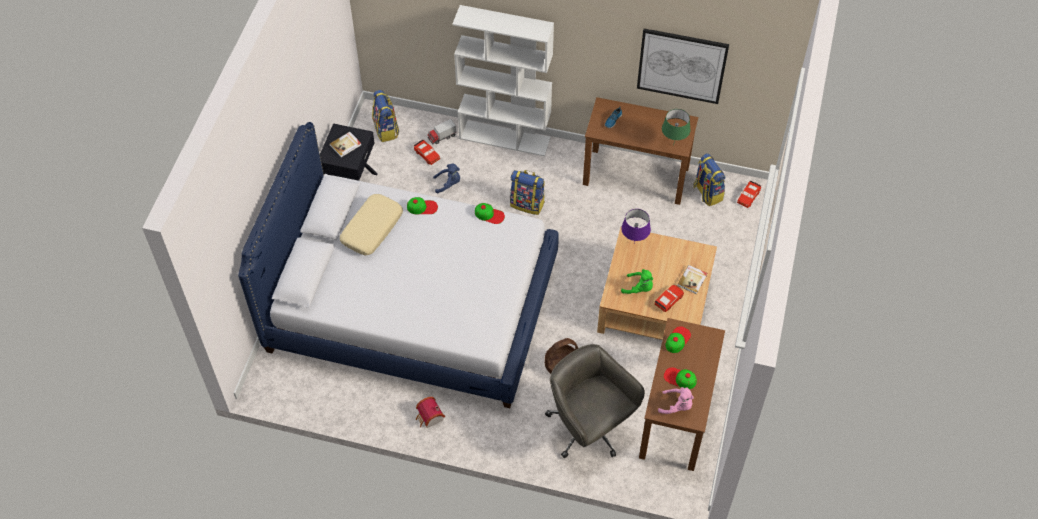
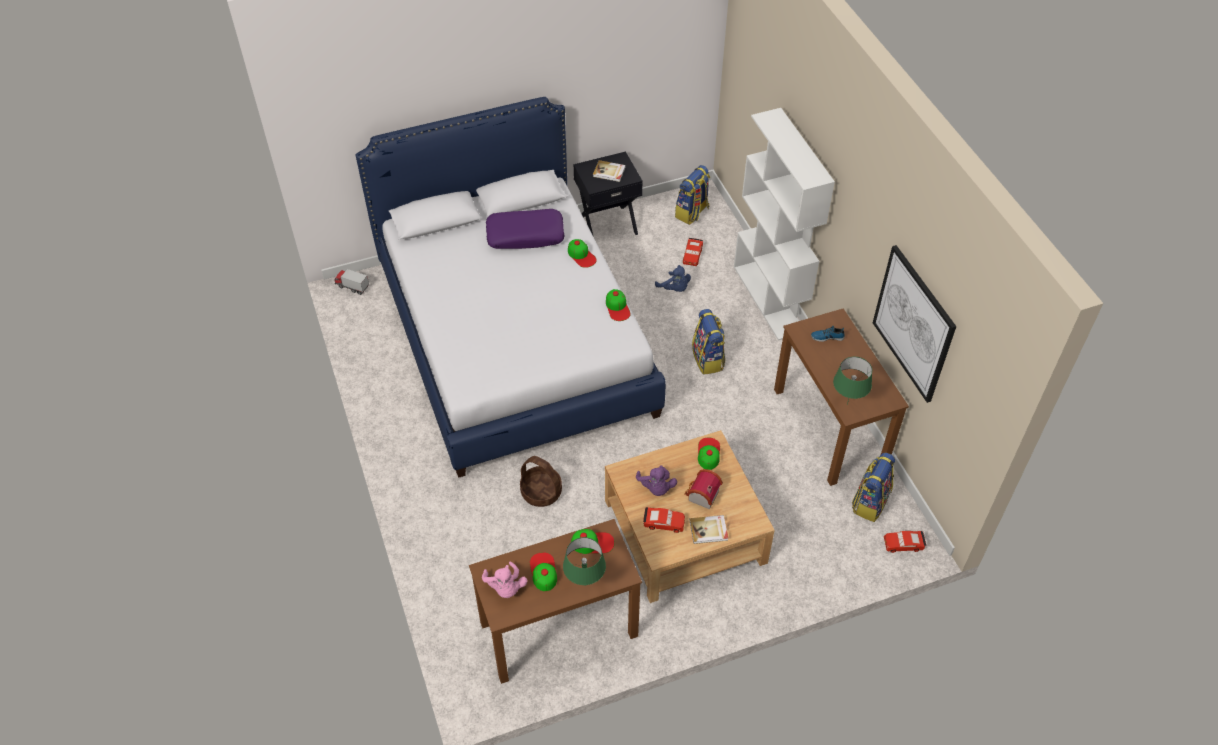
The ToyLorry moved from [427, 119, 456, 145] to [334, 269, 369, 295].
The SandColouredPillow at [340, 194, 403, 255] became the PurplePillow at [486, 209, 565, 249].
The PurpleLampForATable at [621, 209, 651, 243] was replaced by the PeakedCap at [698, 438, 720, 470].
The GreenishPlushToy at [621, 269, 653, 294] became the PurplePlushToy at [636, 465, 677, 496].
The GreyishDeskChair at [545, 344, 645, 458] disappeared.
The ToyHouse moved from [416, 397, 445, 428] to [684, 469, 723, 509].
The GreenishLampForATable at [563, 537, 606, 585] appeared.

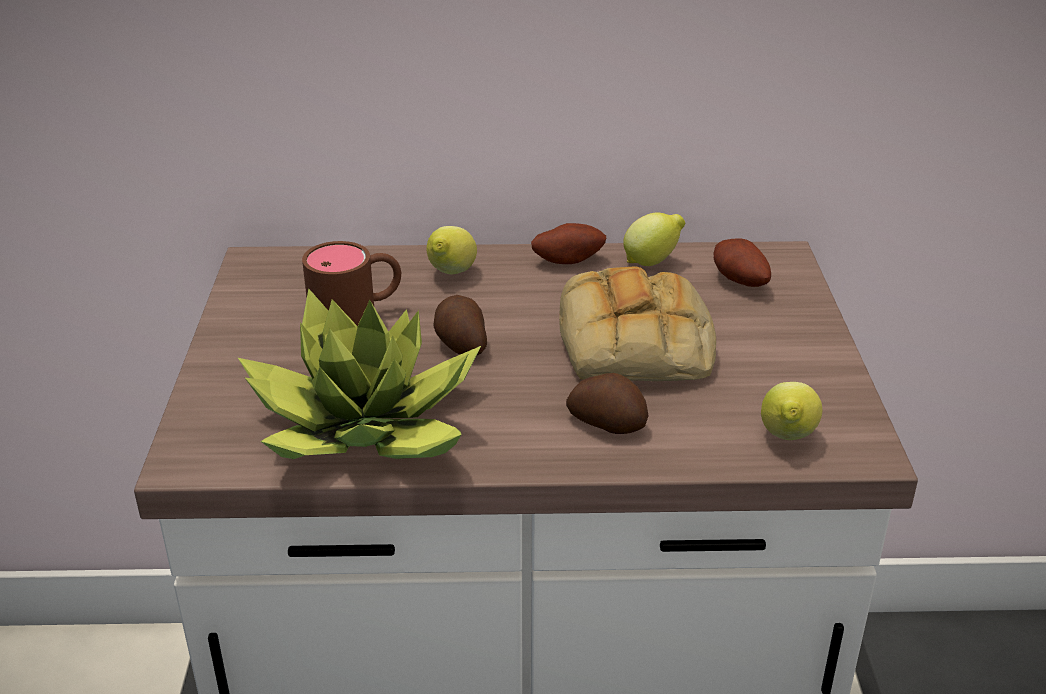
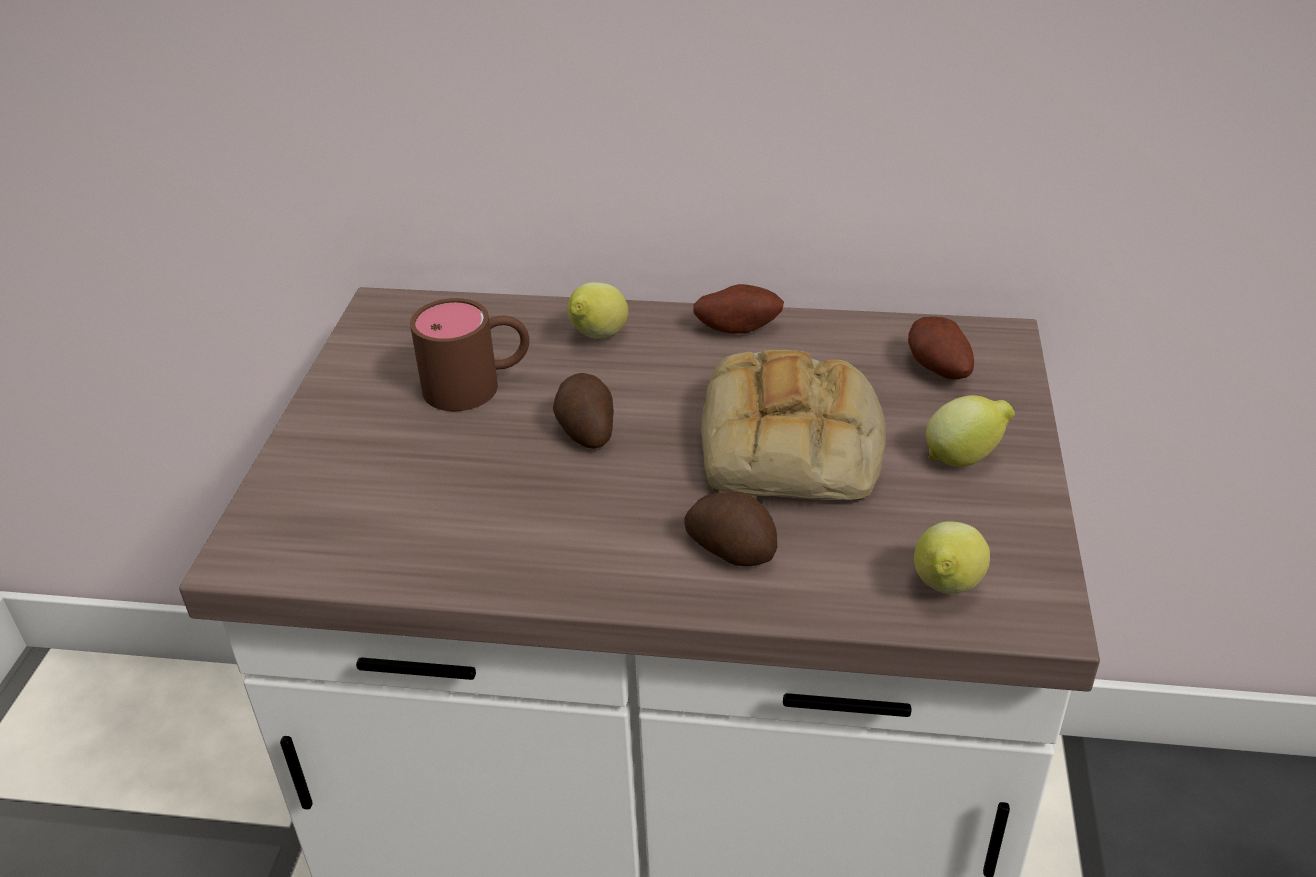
The CitrusFruit moved from [623, 213, 685, 266] to [926, 395, 1015, 467].
The PlantInAPot at [238, 288, 481, 459] disappeared.

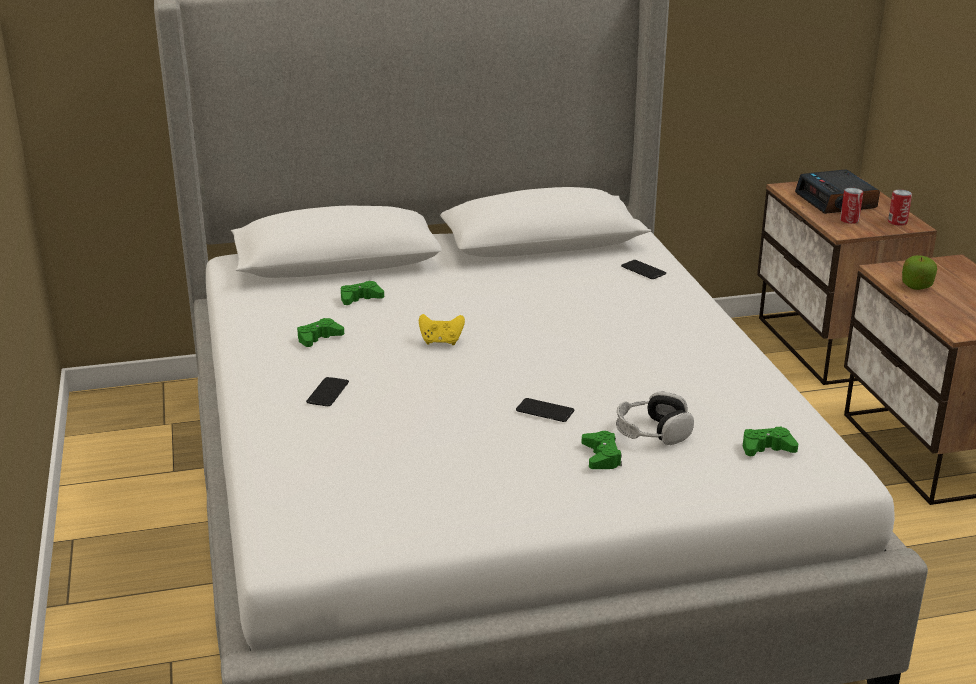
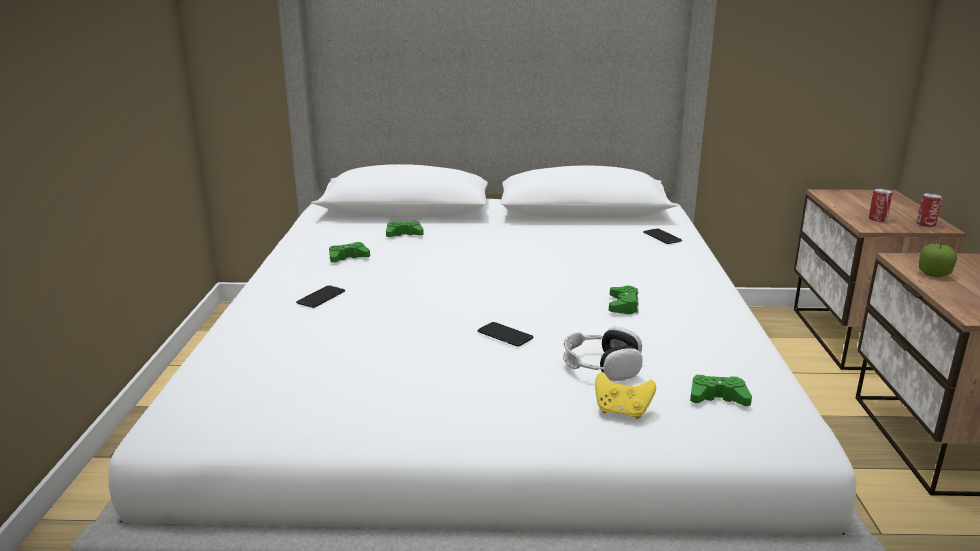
The TableClock at [795, 170, 880, 214] disappeared.
The YellowGamepad moved from [419, 314, 465, 345] to [595, 372, 656, 419].
The GreenishGamepad moved from [582, 431, 622, 469] to [609, 286, 639, 314].

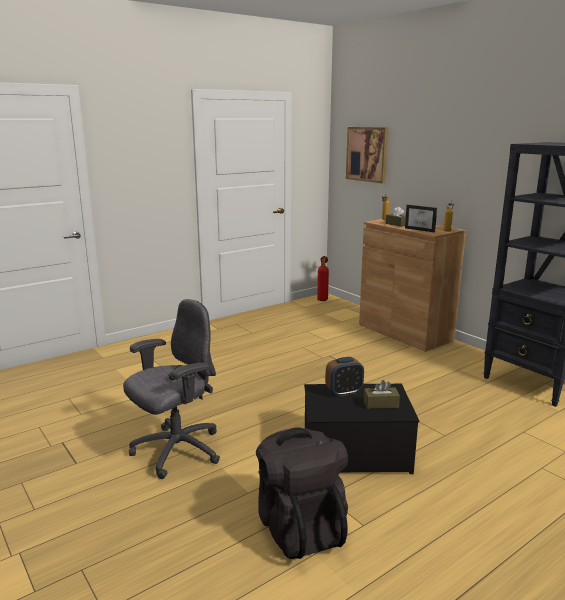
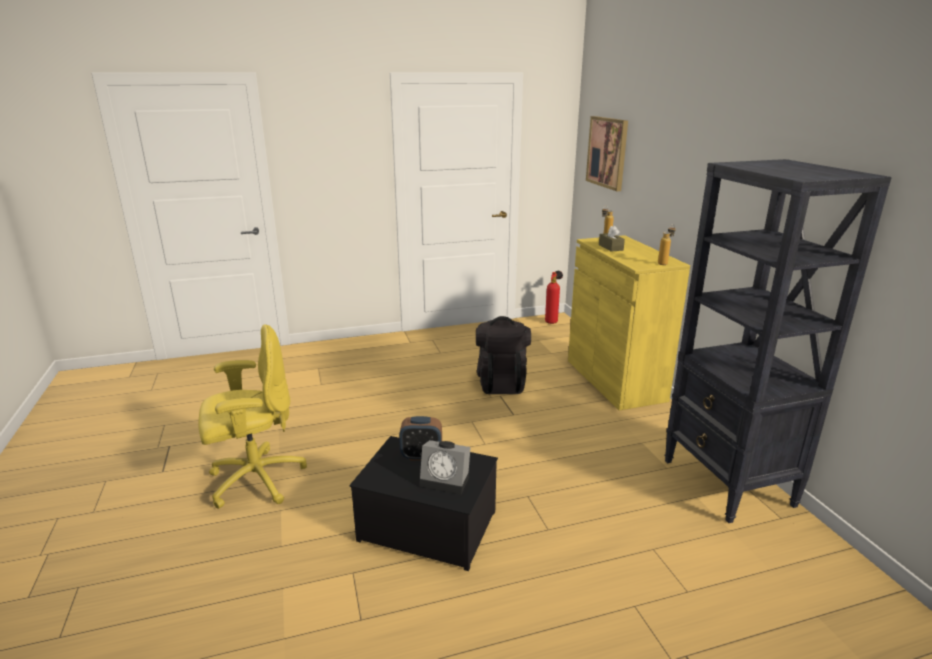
The PictureFrame at [405, 205, 437, 232] disappeared.
The BrownColouredCabinet at [359, 219, 466, 352] became the YellowCabinet at [568, 235, 690, 410].
The GreyishDeskChair at [123, 299, 220, 479] became the YellowDeskChair at [198, 324, 307, 509].
The BrownColouredBoxOfTissues at [364, 380, 400, 409] was replaced by the TableClock at [419, 440, 471, 495].
The BlackColouredKnapsack moved from [256, 427, 348, 559] to [476, 316, 531, 394].

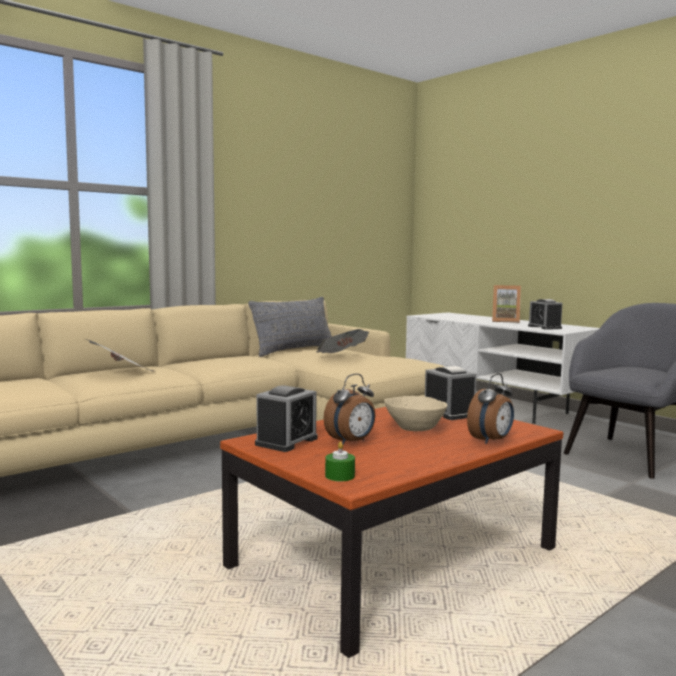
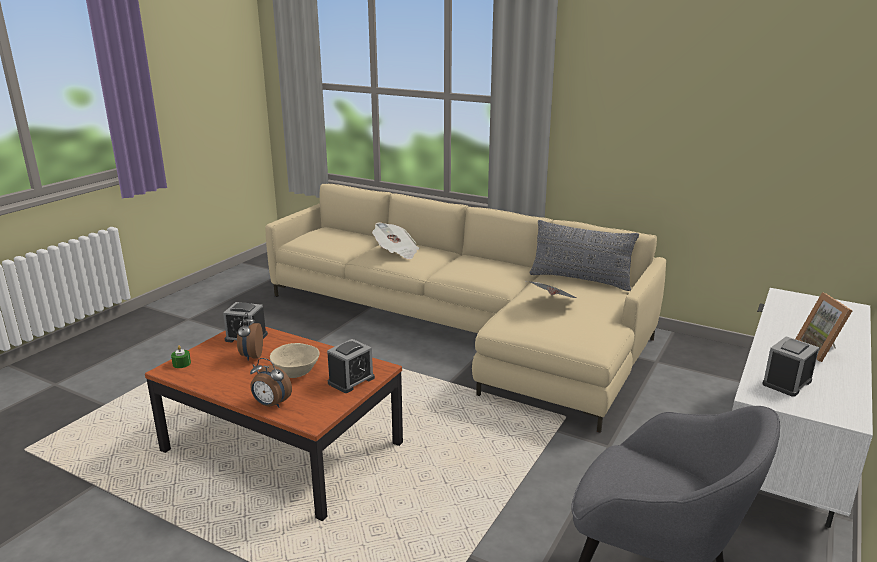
The TableClock at [324, 374, 375, 444] turned 60 degrees clockwise.

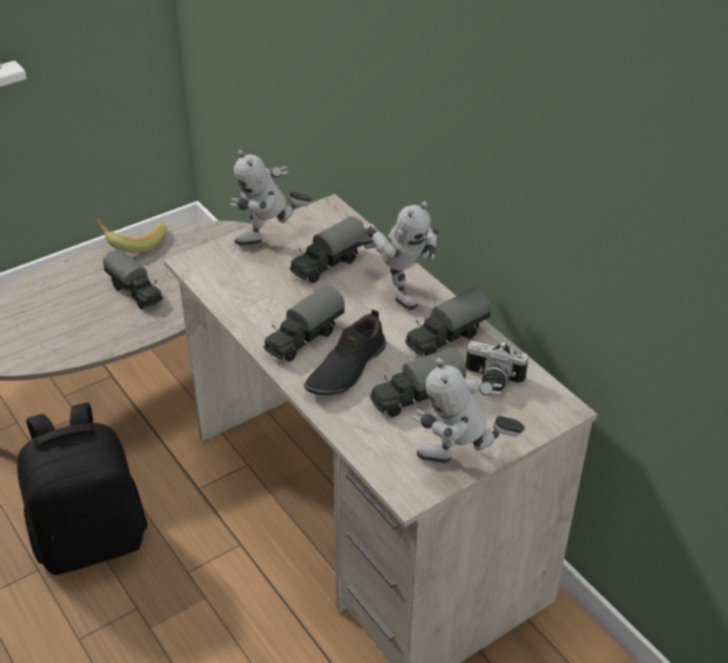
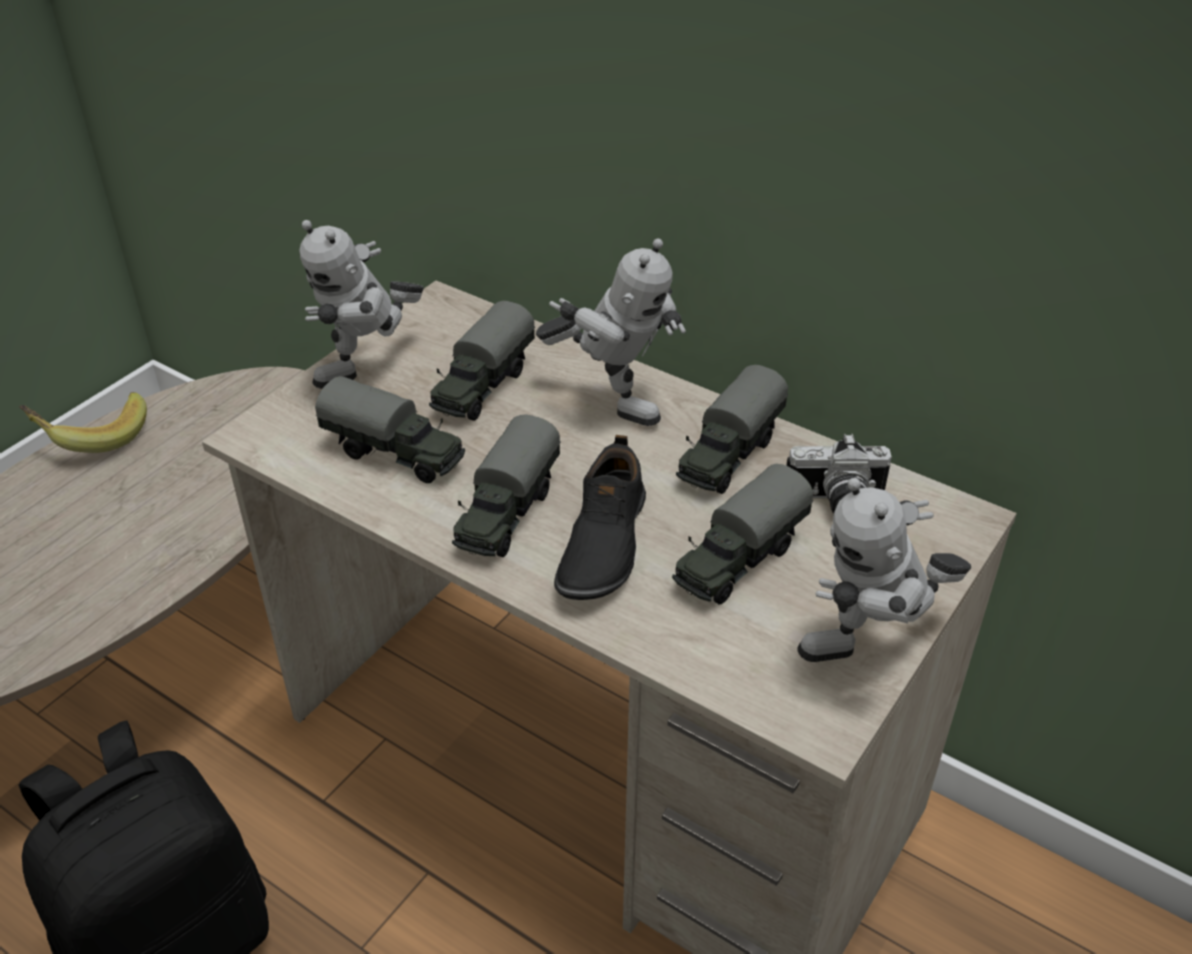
The ToyLorry moved from [103, 249, 163, 310] to [315, 376, 465, 483].

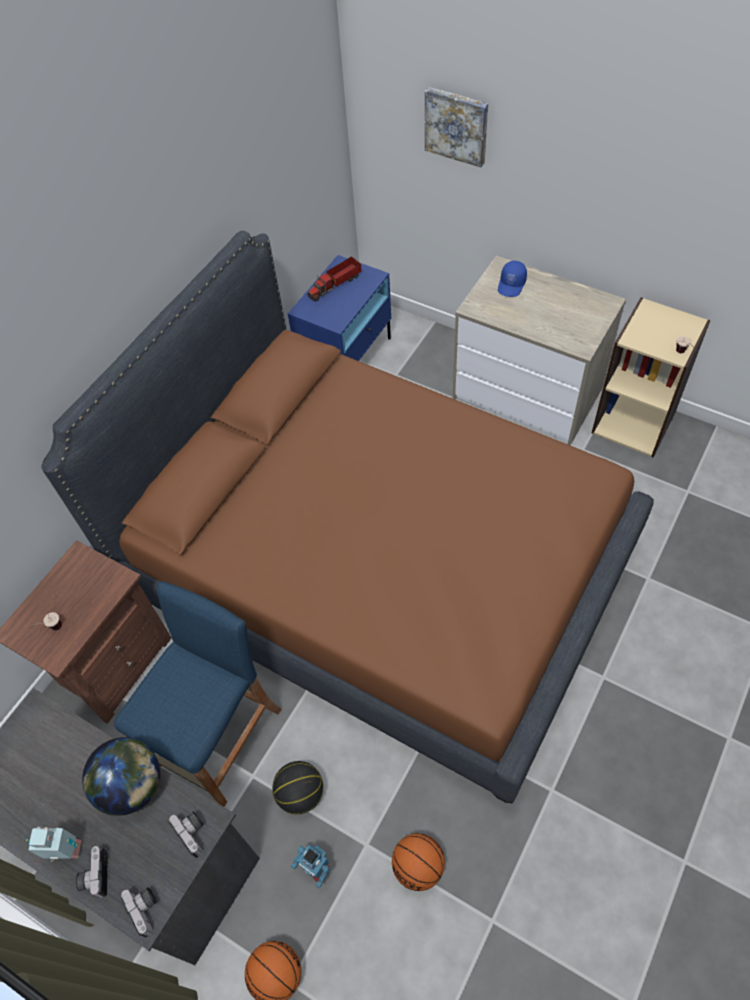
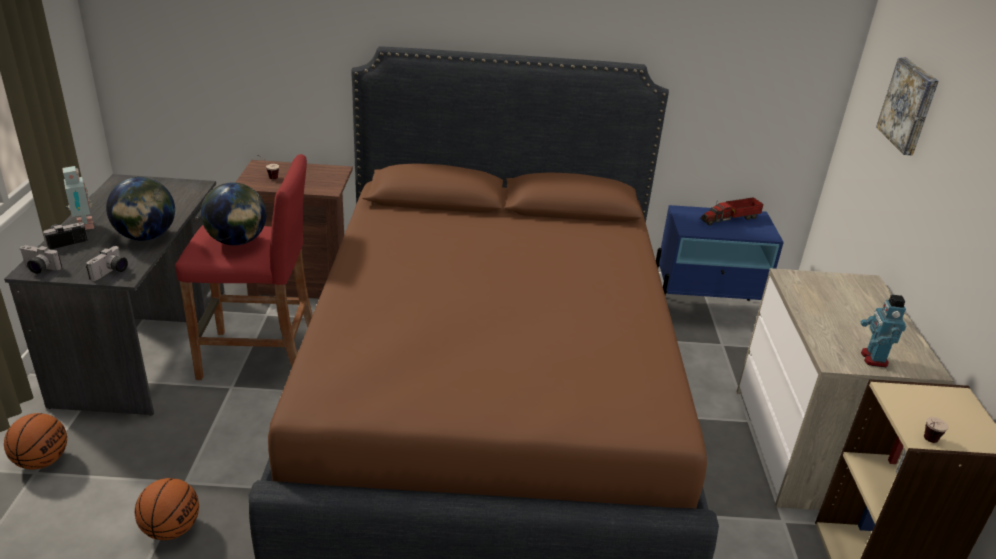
The ToyLorry at [307, 256, 362, 302] turned 45 degrees counterclockwise.
The BlueColouredPeakedCap at [498, 261, 527, 297] disappeared.
The BlueColouredStool at [114, 581, 282, 807] became the RedStool at [175, 154, 313, 380].
The BasketballBall at [272, 761, 323, 814] disappeared.
The ModelRobot moved from [291, 845, 331, 888] to [861, 295, 906, 367].
The PhotoCamera at [121, 887, 157, 937] turned 75 degrees clockwise.
The Globe at [201, 182, 266, 245] appeared.

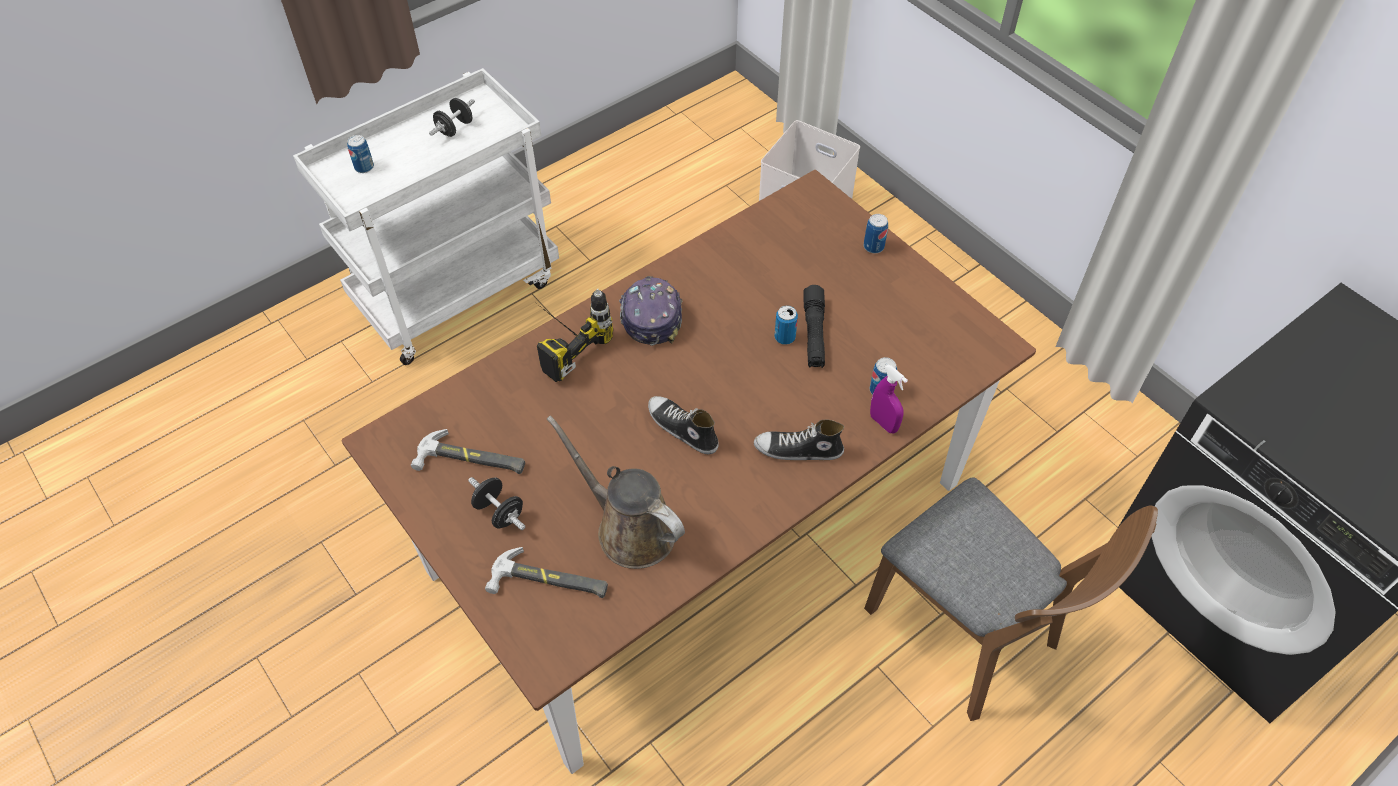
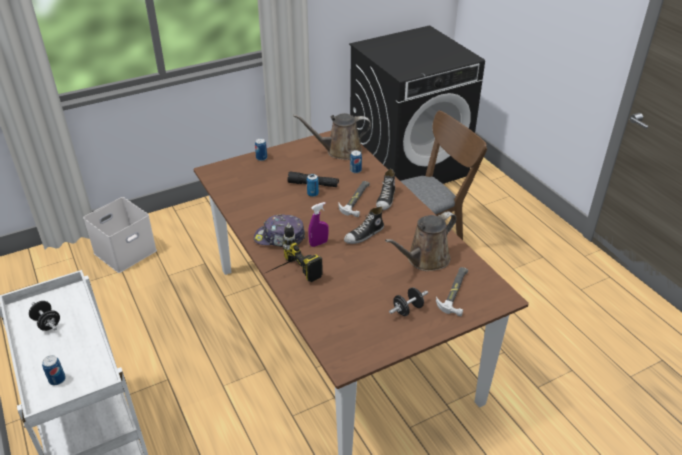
The PurpleSprayer moved from [870, 365, 908, 433] to [308, 202, 329, 247].
The ToolHammer moved from [411, 429, 525, 474] to [339, 181, 370, 217].
The BrownColouredWateringCan at [293, 113, 371, 160] appeared.

